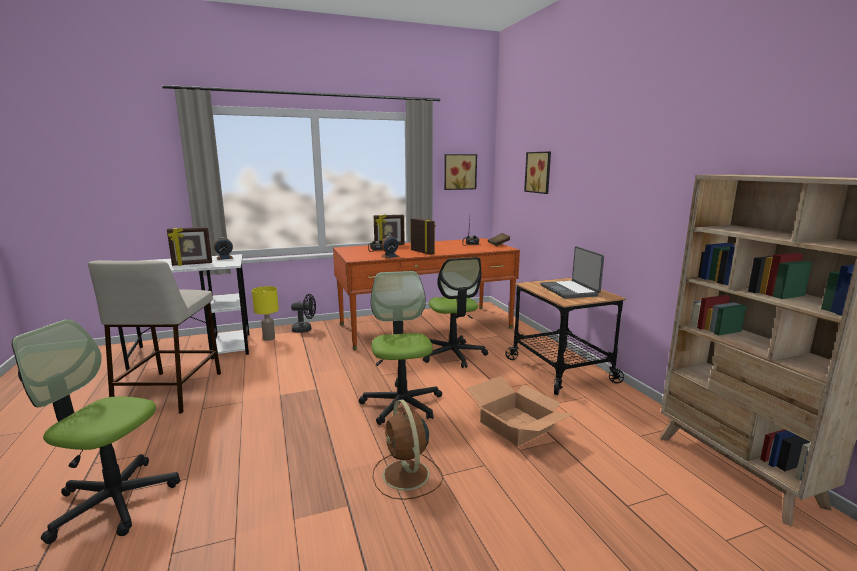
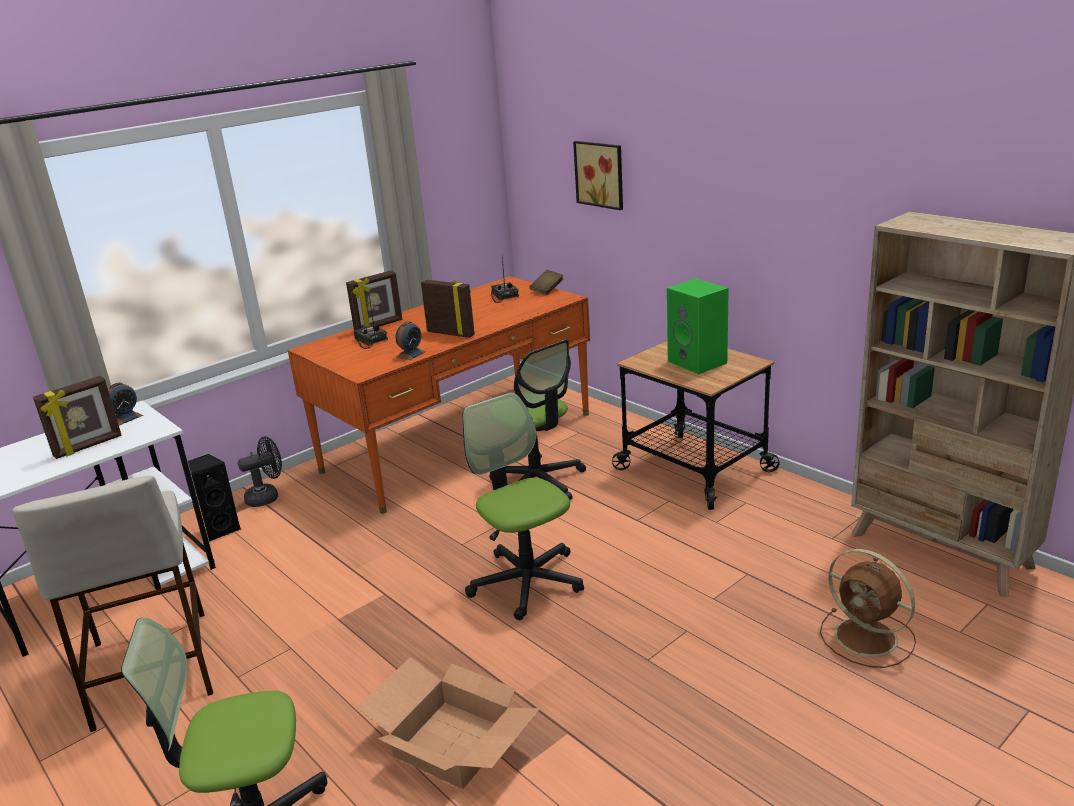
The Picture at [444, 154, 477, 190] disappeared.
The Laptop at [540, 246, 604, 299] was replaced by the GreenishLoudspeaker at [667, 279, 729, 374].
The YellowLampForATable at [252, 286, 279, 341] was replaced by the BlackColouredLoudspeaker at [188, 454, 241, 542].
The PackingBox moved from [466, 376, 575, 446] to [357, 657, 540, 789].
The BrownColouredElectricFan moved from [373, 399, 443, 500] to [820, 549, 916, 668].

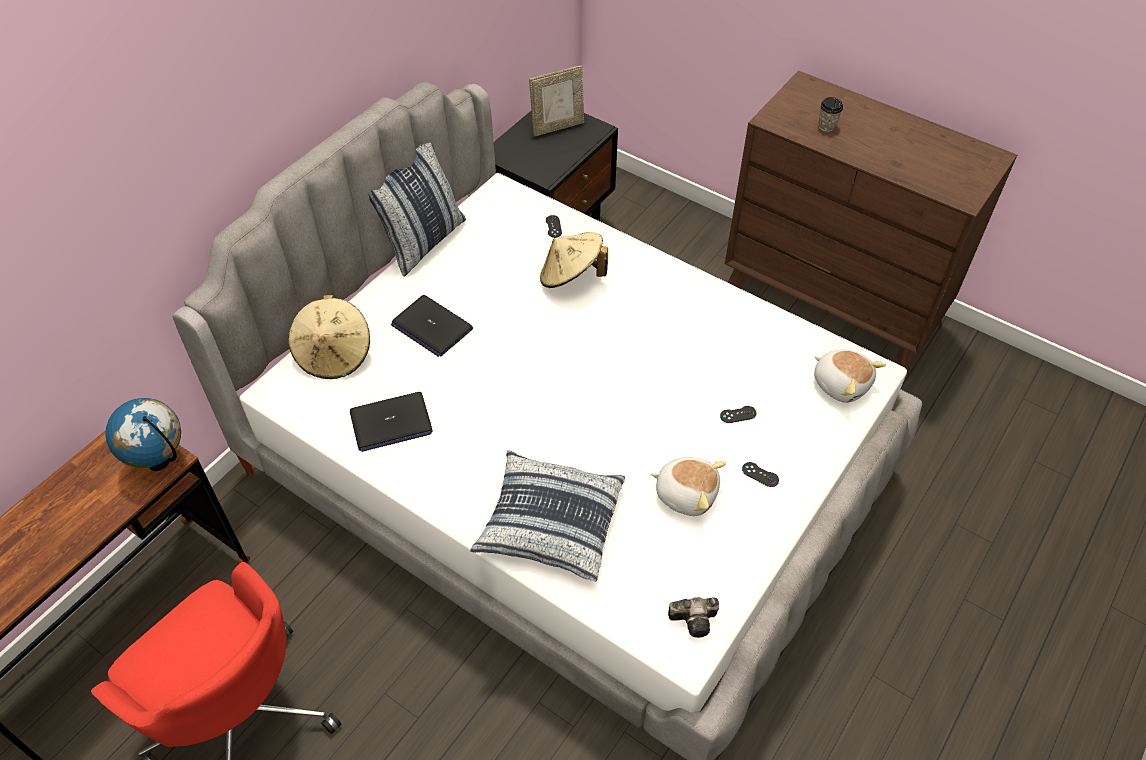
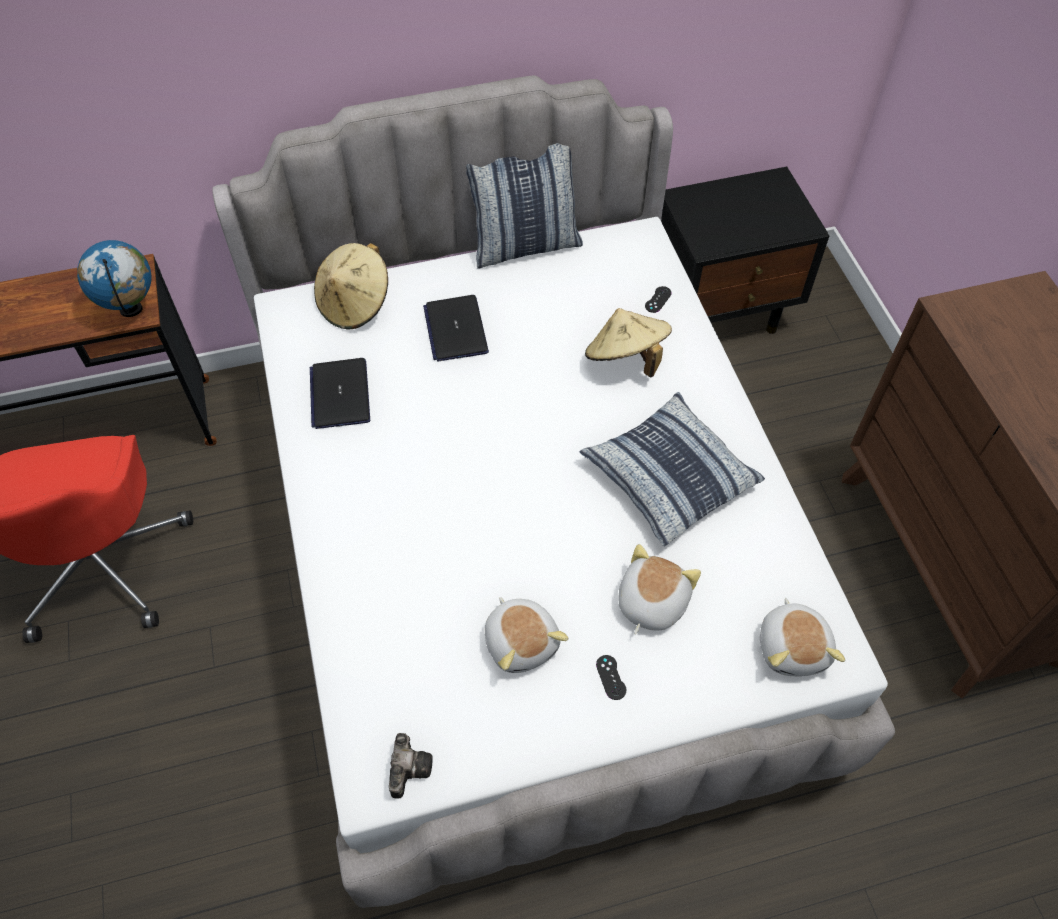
The PictureFrame at [529, 66, 584, 137] disappeared.
The Cup at [818, 97, 843, 132] disappeared.
The Laptop at [350, 392, 433, 452] turned 60 degrees clockwise.
The BlackColouredGamepad at [720, 406, 757, 423] was replaced by the PlushToy at [618, 544, 701, 634].
The Pillow moved from [470, 450, 625, 582] to [579, 392, 765, 546].
The PhotoCamera at [668, 597, 719, 638] turned 120 degrees counterclockwise.

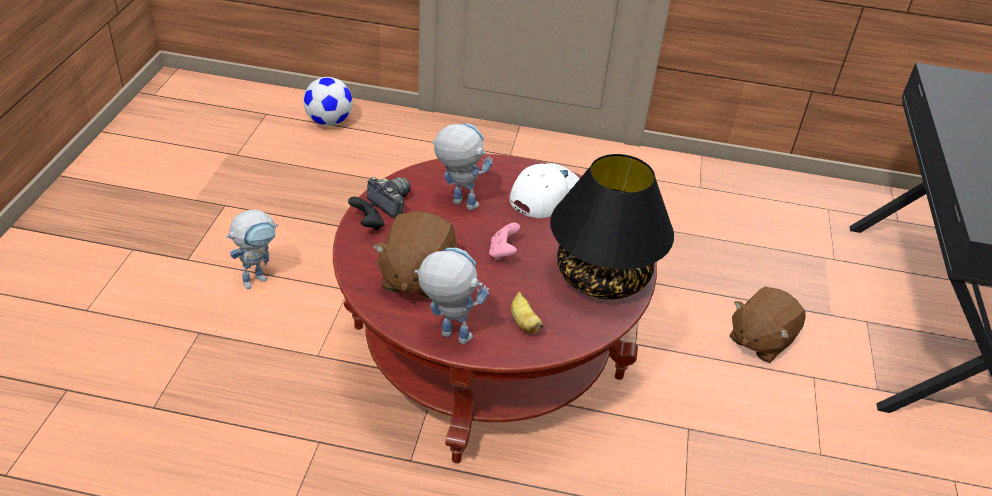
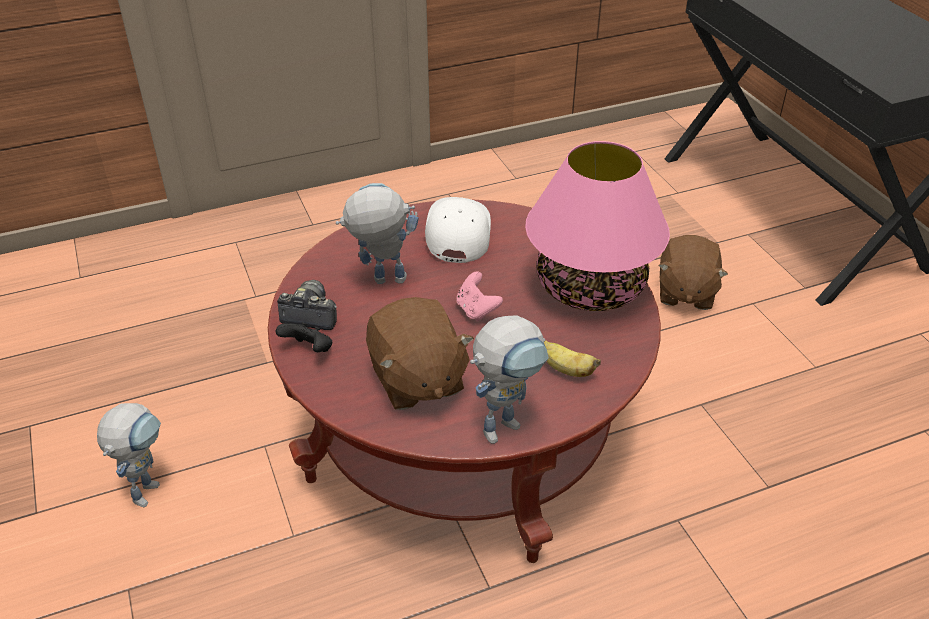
The Football at [303, 77, 353, 126] disappeared.
The BlackColouredLampForATable at [550, 154, 674, 299] became the PinkColouredLampForATable at [525, 141, 670, 311].
The ModelRobot at [414, 248, 489, 344] turned 150 degrees clockwise.

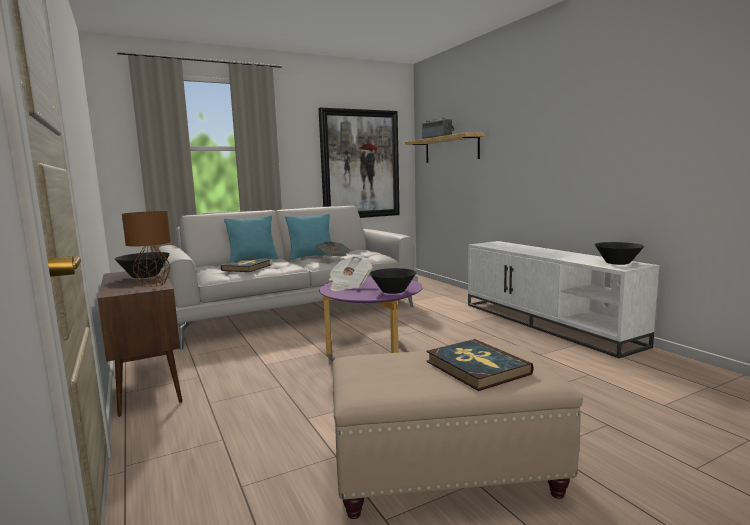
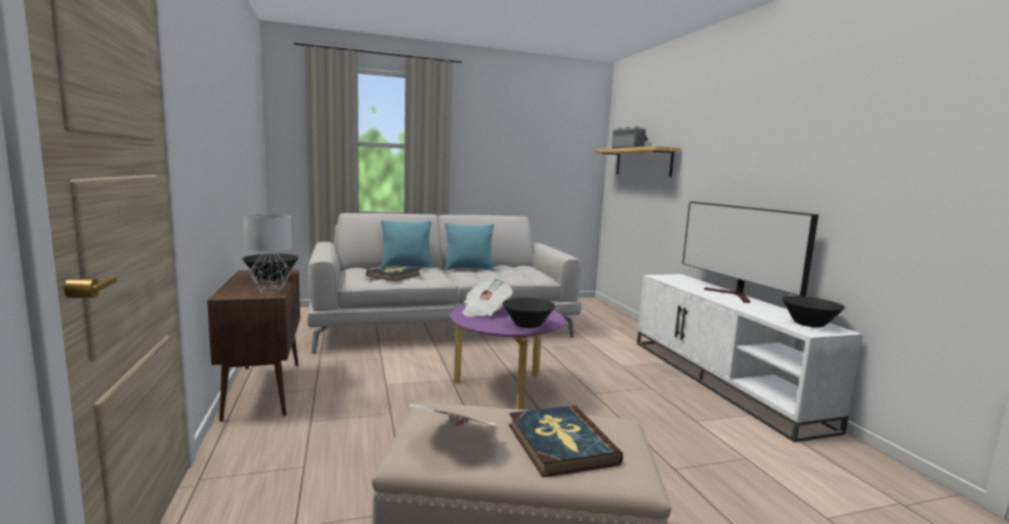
The Picture at [318, 108, 400, 218] disappeared.
The BrownColouredLampForATable at [122, 211, 171, 287] became the GreyishLampForATable at [244, 214, 292, 293].
The PrintedPaper moved from [315, 242, 350, 256] to [409, 404, 500, 429].
The Tv at [683, 201, 819, 303] appeared.

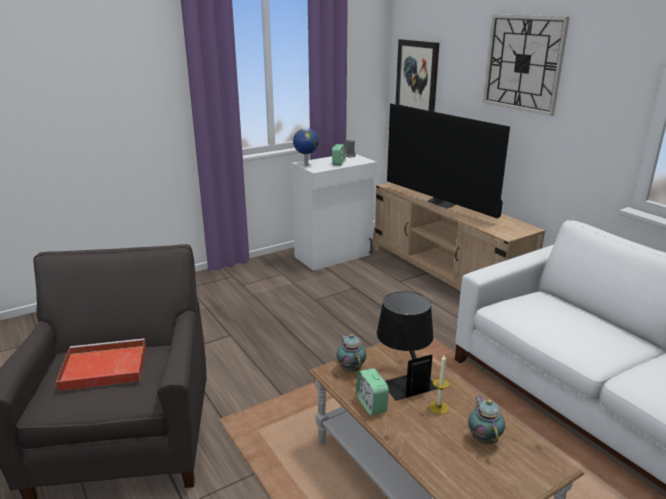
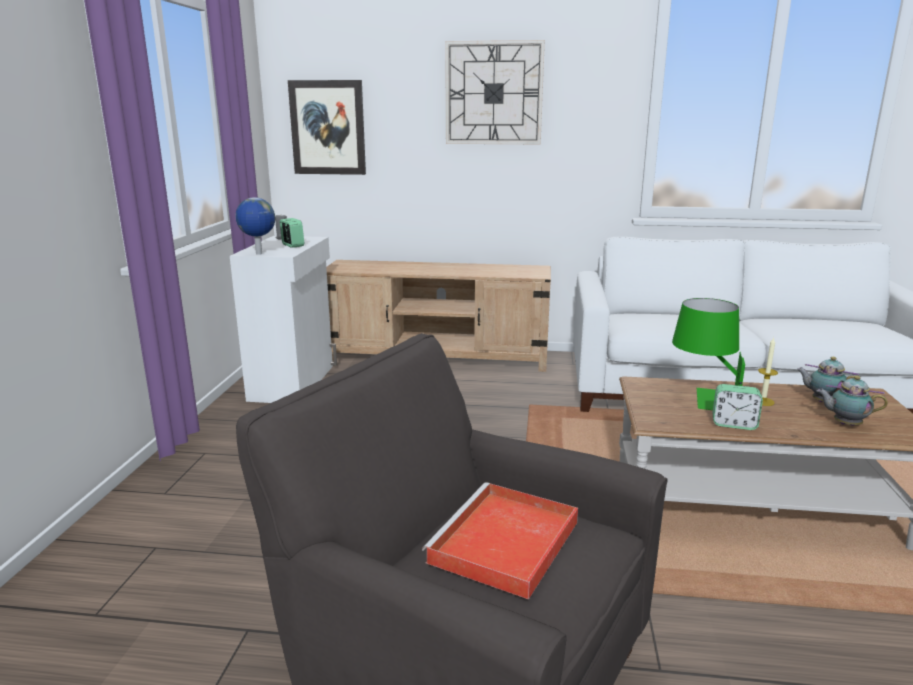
The Tv at [387, 104, 510, 219] disappeared.
The BlackColouredLampForATable at [377, 291, 438, 401] became the GreenishLampForATable at [672, 298, 745, 410].
The TeaPot moved from [336, 334, 366, 372] to [817, 376, 888, 426].

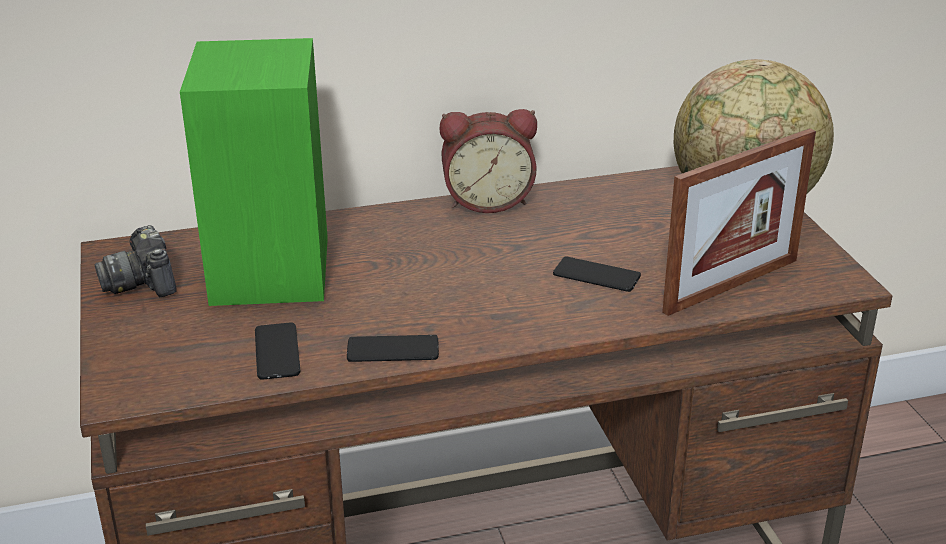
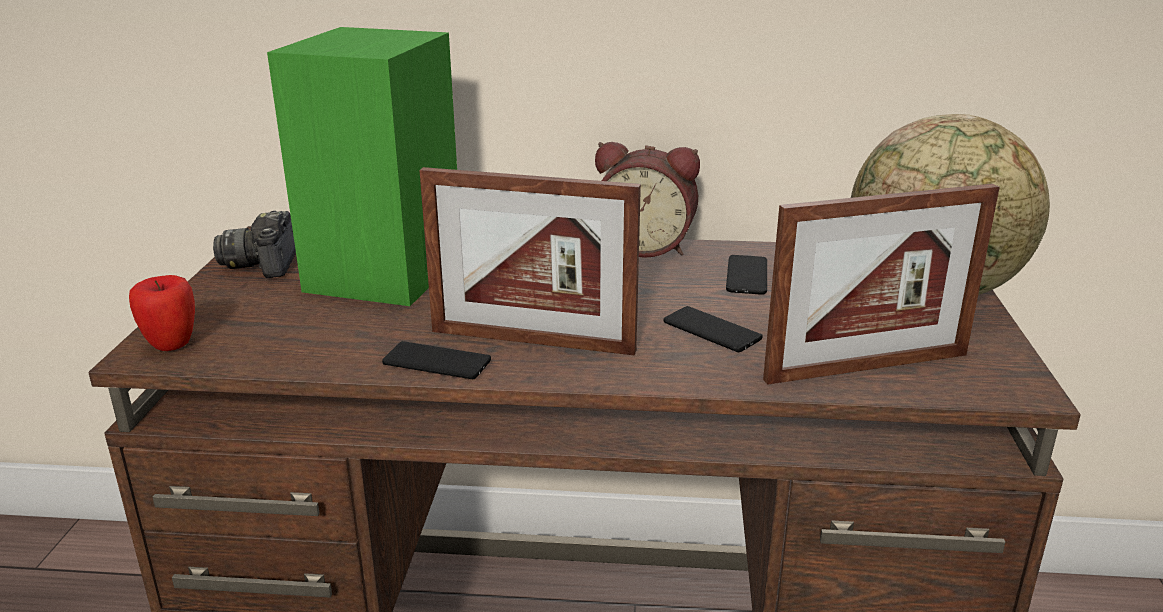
The Handset moved from [255, 322, 300, 379] to [726, 255, 767, 294].
The PictureFrame at [419, 167, 641, 355] appeared.
The WholeApple at [129, 275, 195, 351] appeared.

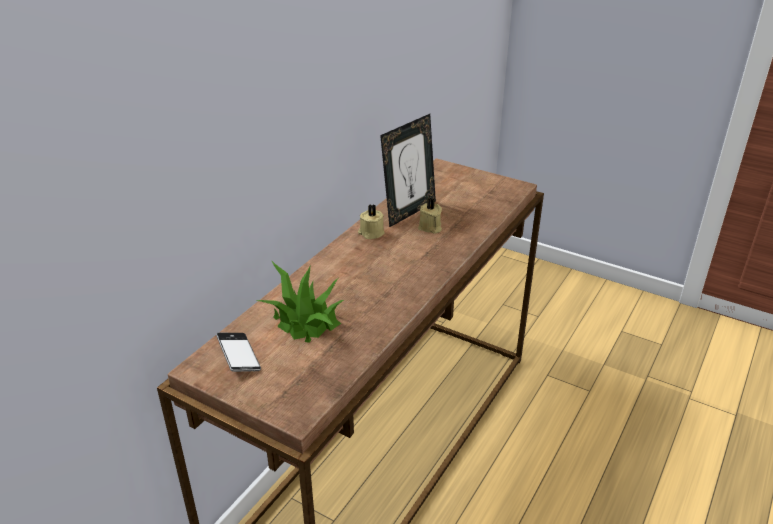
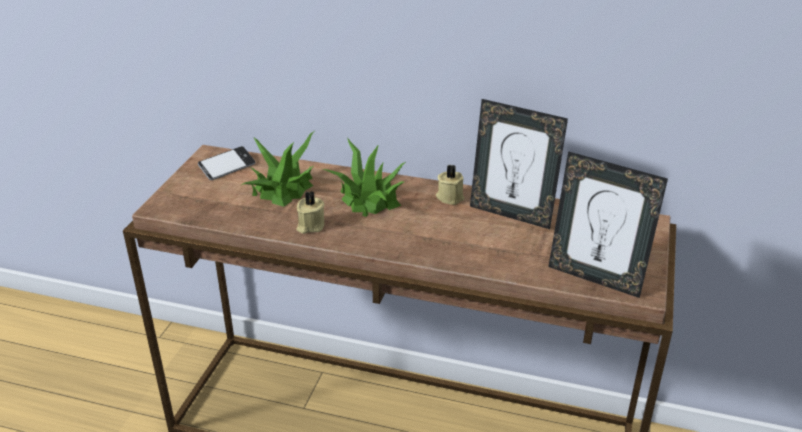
The SandColouredCandle moved from [418, 198, 442, 234] to [296, 191, 325, 234].
The PlantInAPot at [323, 137, 405, 217] appeared.
The PictureFrame at [548, 151, 668, 298] appeared.

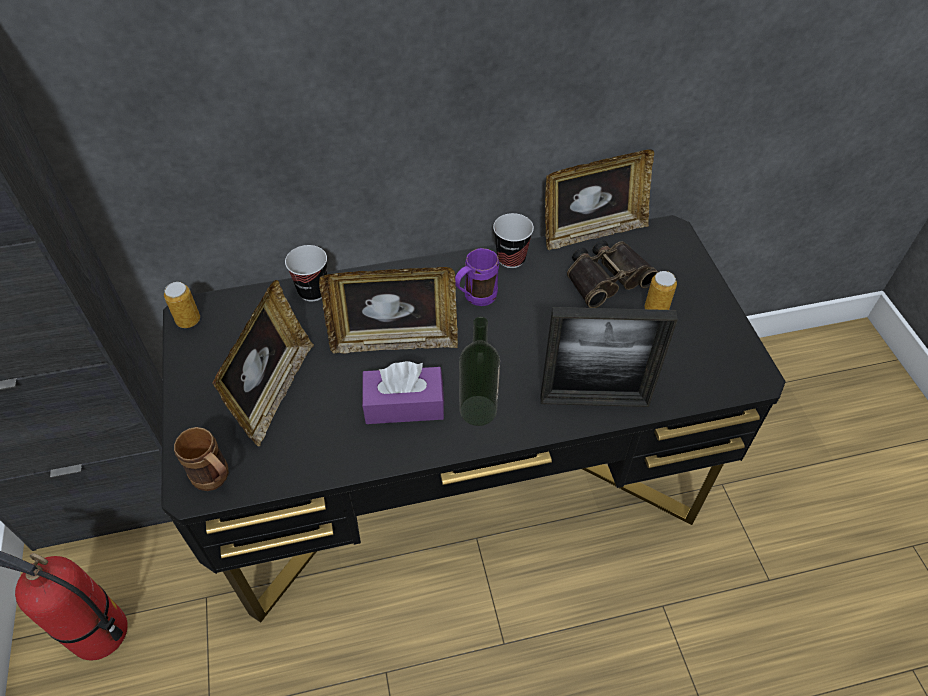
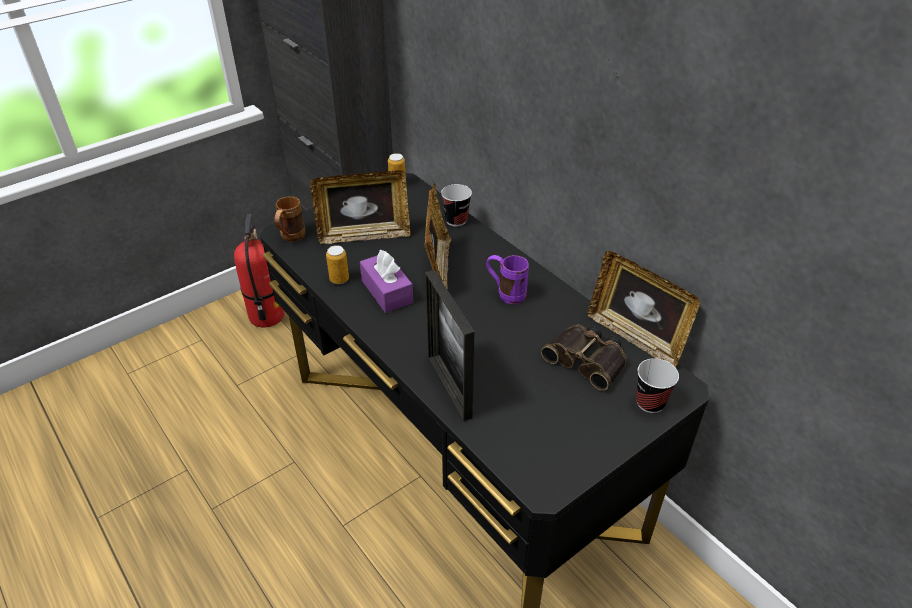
The Cup moved from [493, 213, 534, 268] to [636, 358, 679, 413].
The PictureFrame at [319, 267, 458, 354] turned 150 degrees counterclockwise.
The SealedCan moved from [645, 271, 677, 310] to [326, 245, 349, 284].
The BeverageBottle at [459, 317, 500, 426] disappeared.

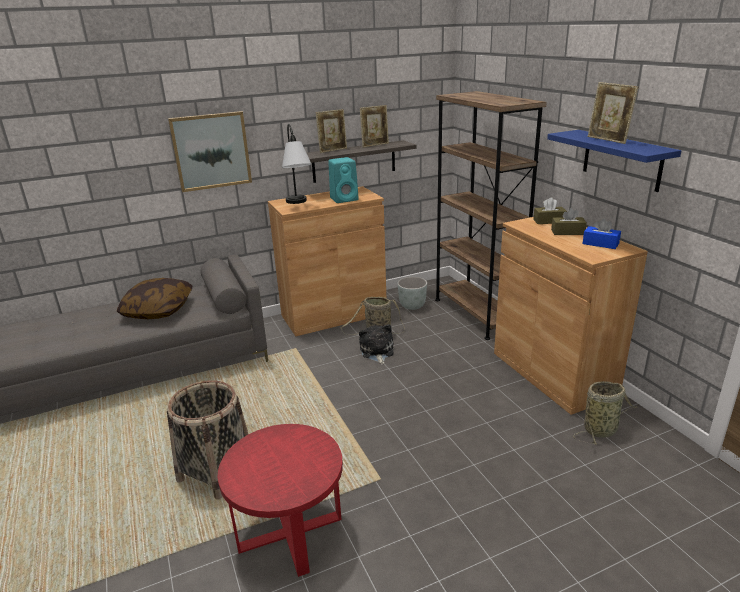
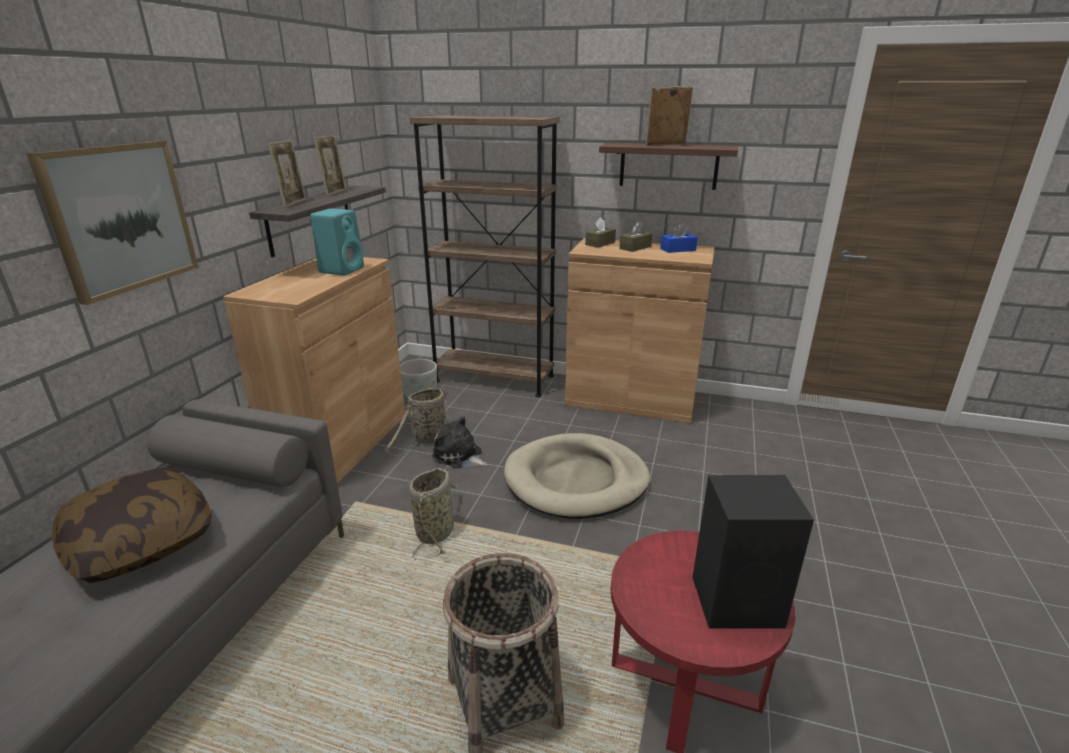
The PictureFrame at [588, 82, 639, 144] turned 150 degrees clockwise.
The LampForATable at [282, 124, 311, 204] disappeared.
The BlueColouredWallShelf at [547, 130, 681, 192] became the BrownColouredWallShelf at [599, 143, 738, 190].
The StorageBasket moved from [573, 381, 638, 444] to [409, 468, 458, 560].
The SandColouredDogCushion at [504, 433, 650, 519] appeared.
The BlackColouredLoudspeaker at [692, 475, 814, 629] appeared.

